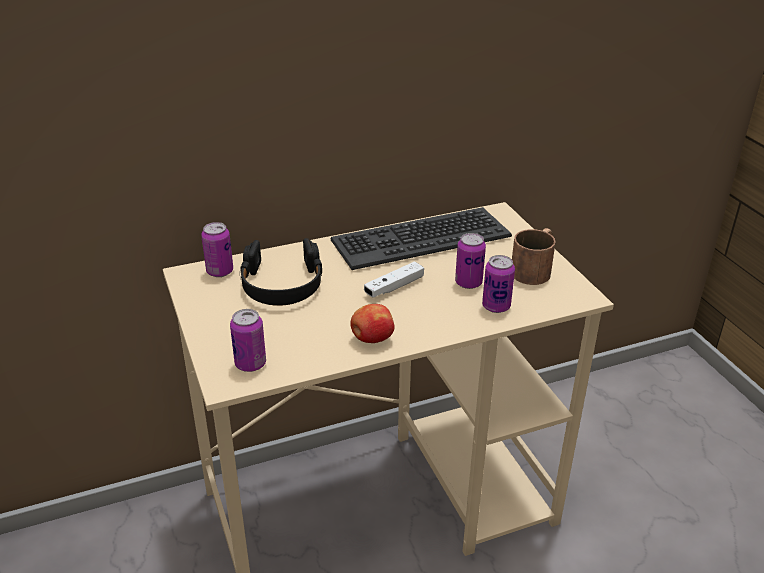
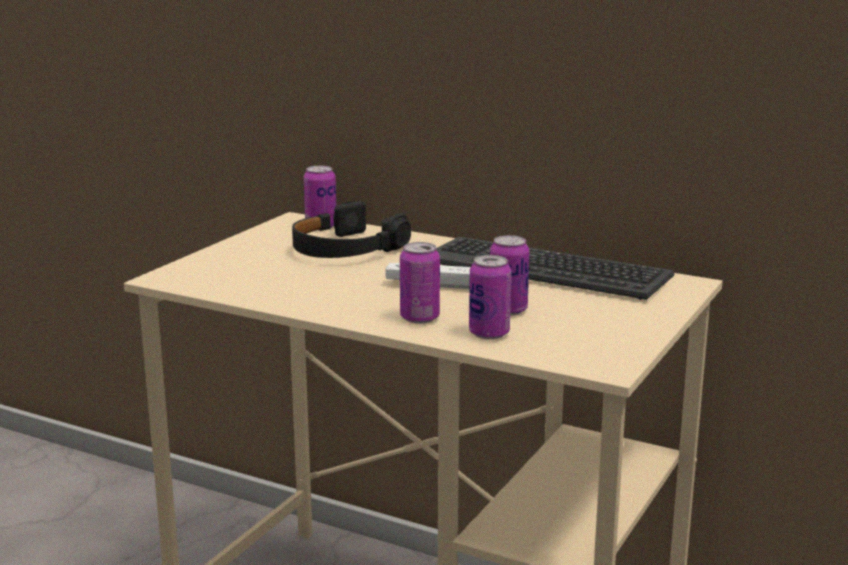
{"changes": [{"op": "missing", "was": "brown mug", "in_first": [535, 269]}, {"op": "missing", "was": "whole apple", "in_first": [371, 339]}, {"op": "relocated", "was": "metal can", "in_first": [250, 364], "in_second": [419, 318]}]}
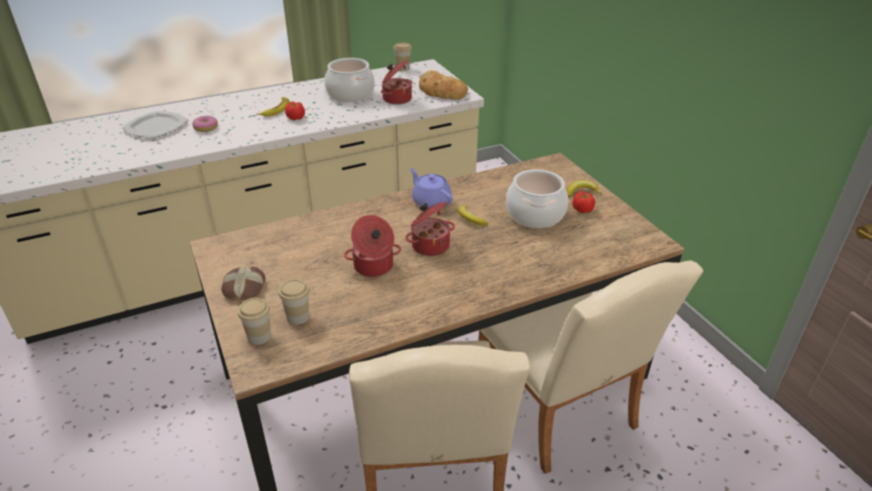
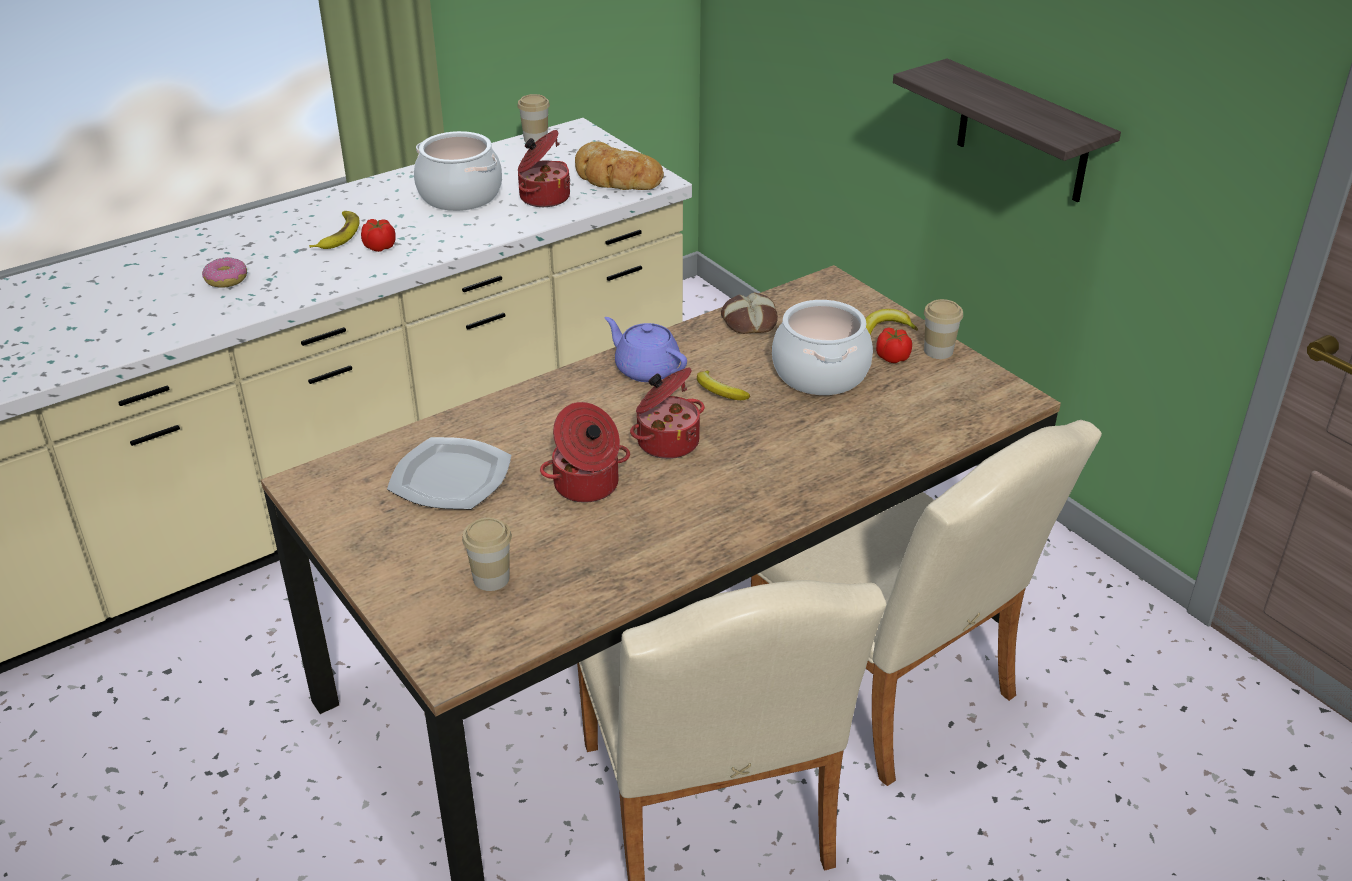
{"changes": [{"op": "relocated", "was": "dinner plate", "in_first": [155, 127], "in_second": [449, 478]}, {"op": "relocated", "was": "bread", "in_first": [243, 288], "in_second": [748, 321]}, {"op": "relocated", "was": "small cup", "in_first": [259, 336], "in_second": [938, 351]}, {"op": "appeared", "now": "bracket shelf", "in_second": [1023, 132]}]}
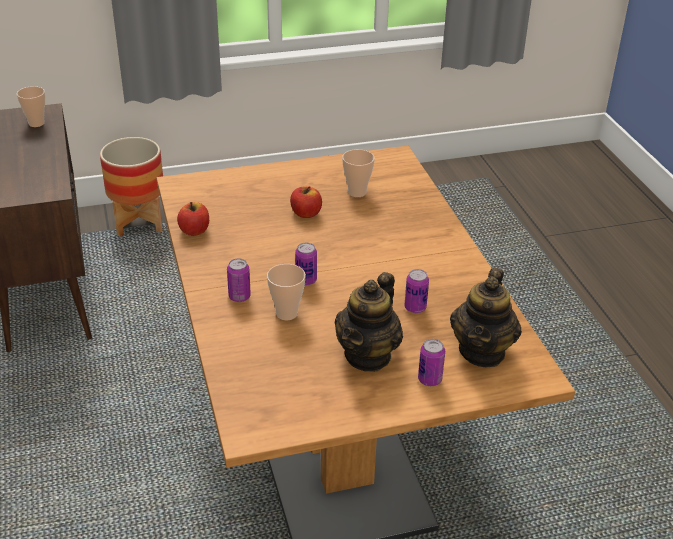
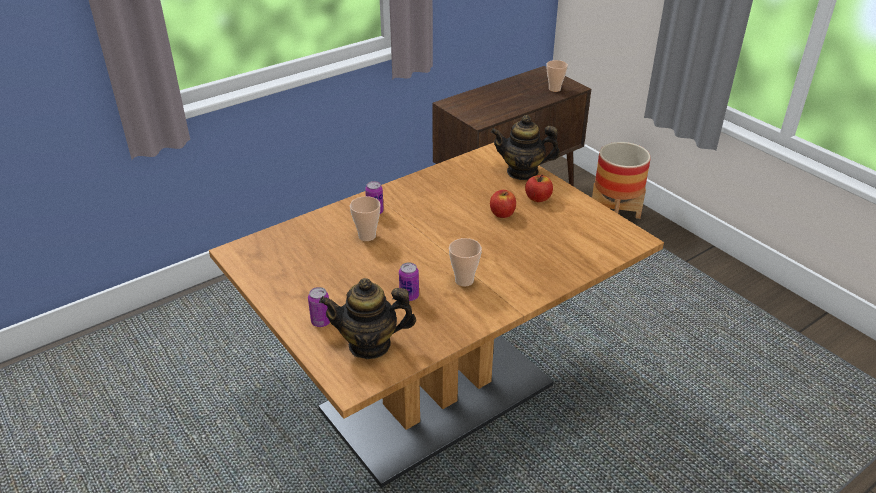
{"changes": [{"op": "relocated", "was": "small cup", "in_first": [357, 192], "in_second": [464, 280]}, {"op": "relocated", "was": "whole apple", "in_first": [194, 231], "in_second": [538, 198]}, {"op": "missing", "was": "metal can", "in_first": [306, 280]}, {"op": "relocated", "was": "tea pot", "in_first": [368, 355], "in_second": [522, 172]}]}
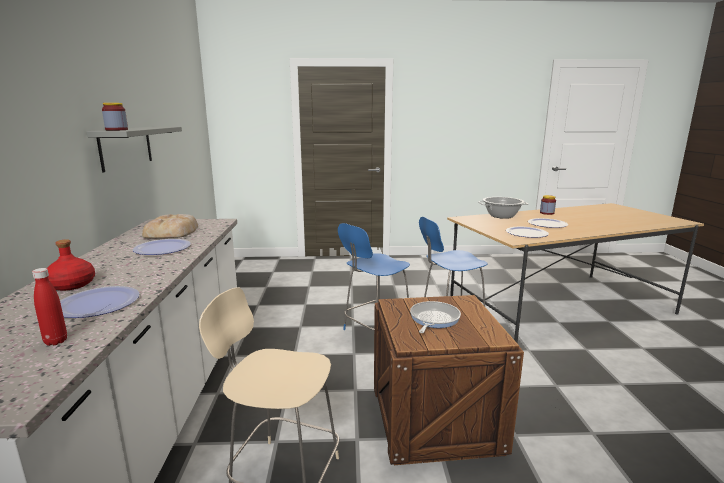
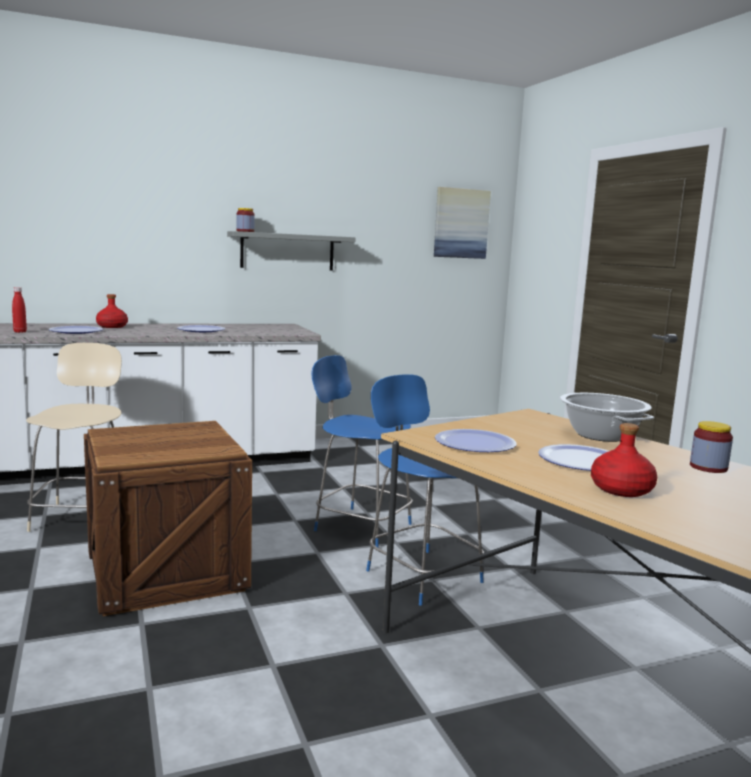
{"changes": [{"op": "missing", "was": "bread", "in_first": [172, 232]}, {"op": "missing", "was": "skillet", "in_first": [433, 319]}, {"op": "appeared", "now": "picture", "in_second": [461, 223]}, {"op": "appeared", "now": "red drink bottle", "in_second": [621, 490]}]}
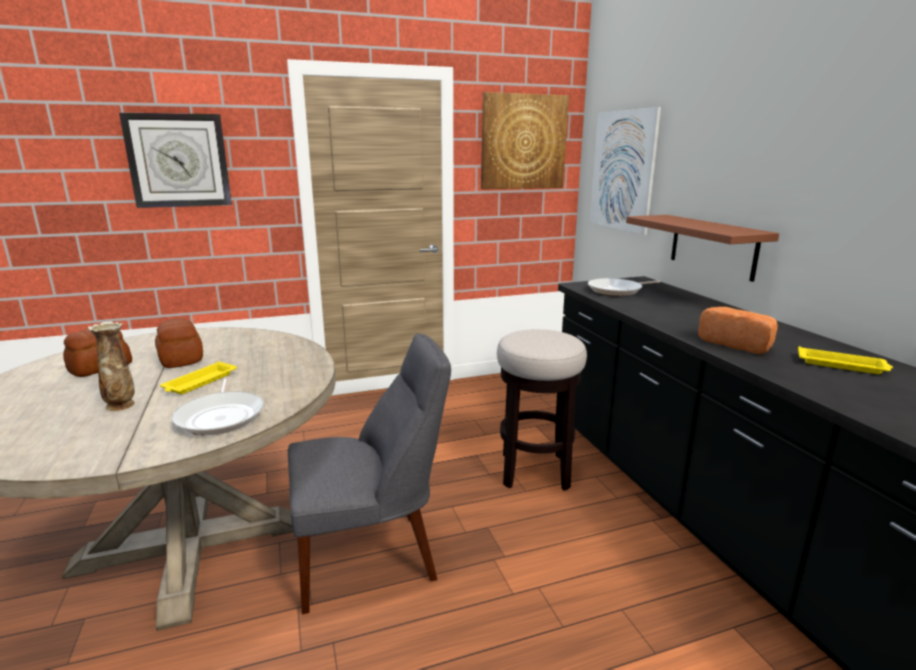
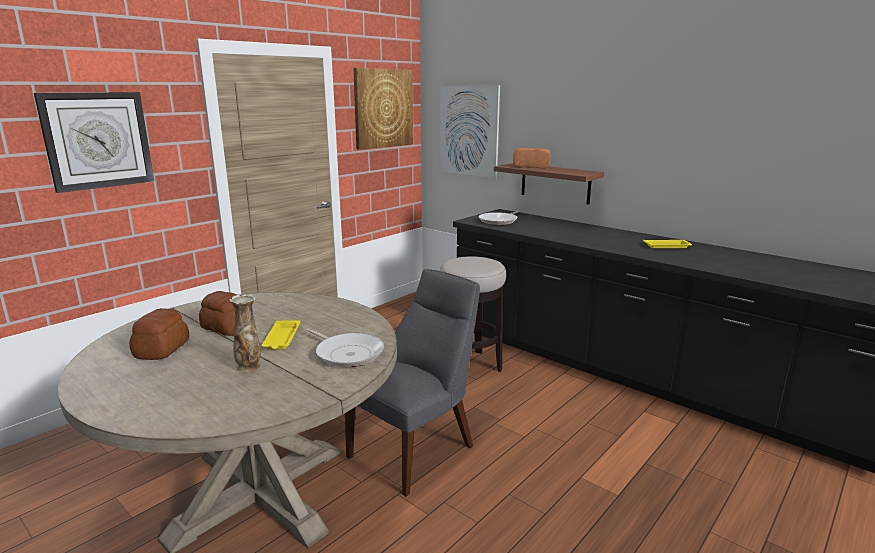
{"changes": [{"op": "relocated", "was": "bread", "in_first": [737, 344], "in_second": [532, 167]}]}
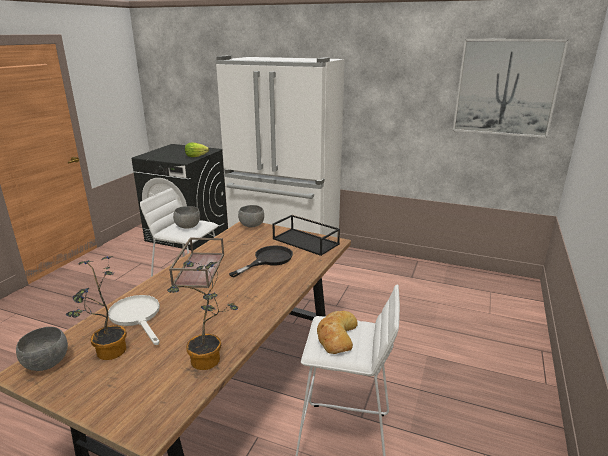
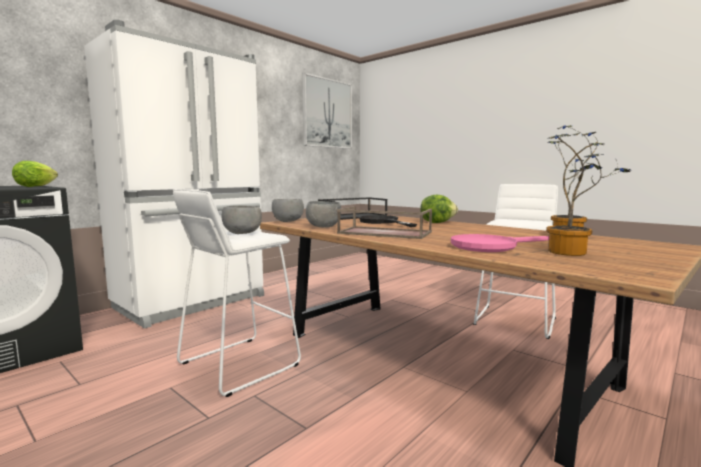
{"changes": [{"op": "colour", "was": "whitish skillet", "now": "pinkish skillet", "in_first": [137, 317], "in_second": [491, 246]}, {"op": "missing", "was": "bread", "in_first": [336, 336]}, {"op": "relocated", "was": "grey serving bowl", "in_first": [47, 364], "in_second": [324, 227]}, {"op": "appeared", "now": "head of lettuce", "in_second": [437, 222]}]}
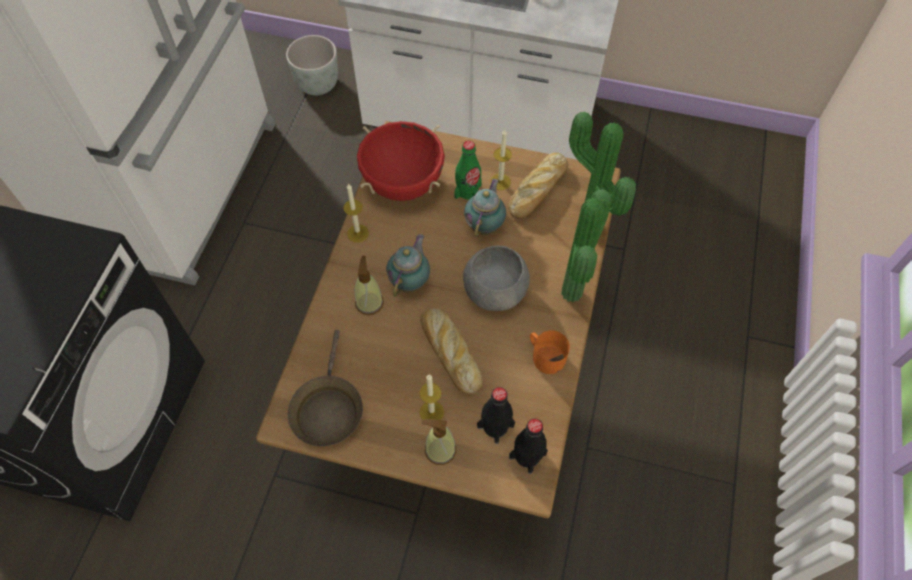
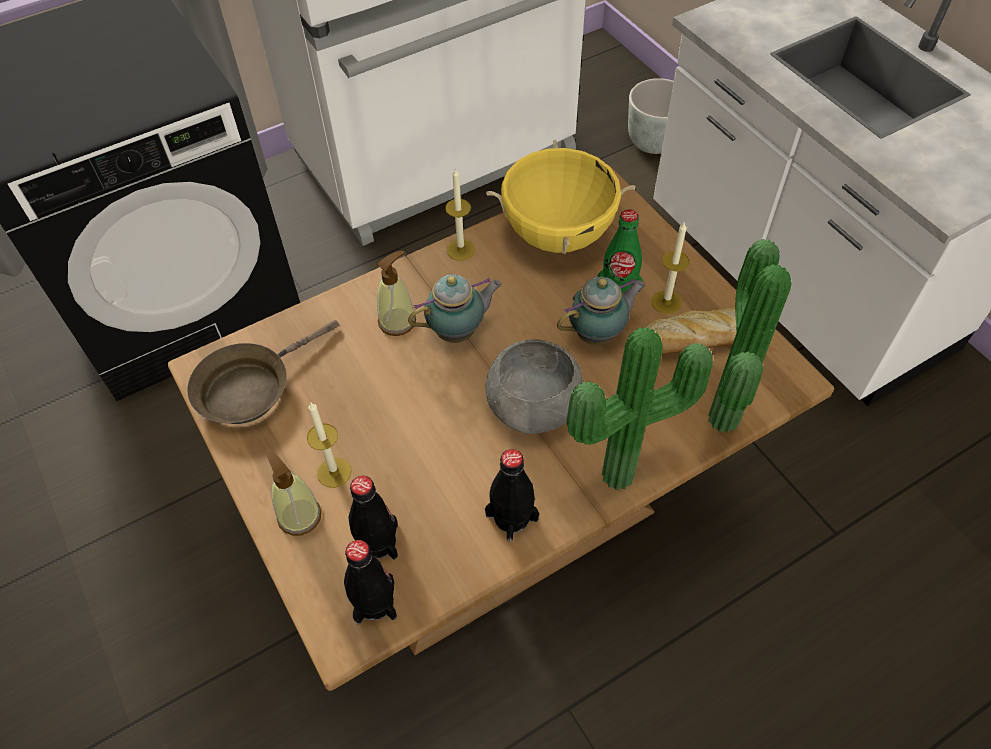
{"changes": [{"op": "colour", "was": "red stockpot", "now": "yellowish stockpot", "in_first": [403, 184], "in_second": [558, 234]}, {"op": "missing", "was": "bread", "in_first": [449, 351]}, {"op": "exchanged", "was": "orange-coloured mug", "now": "black drink bottle", "in_first": [545, 356], "in_second": [512, 517]}]}
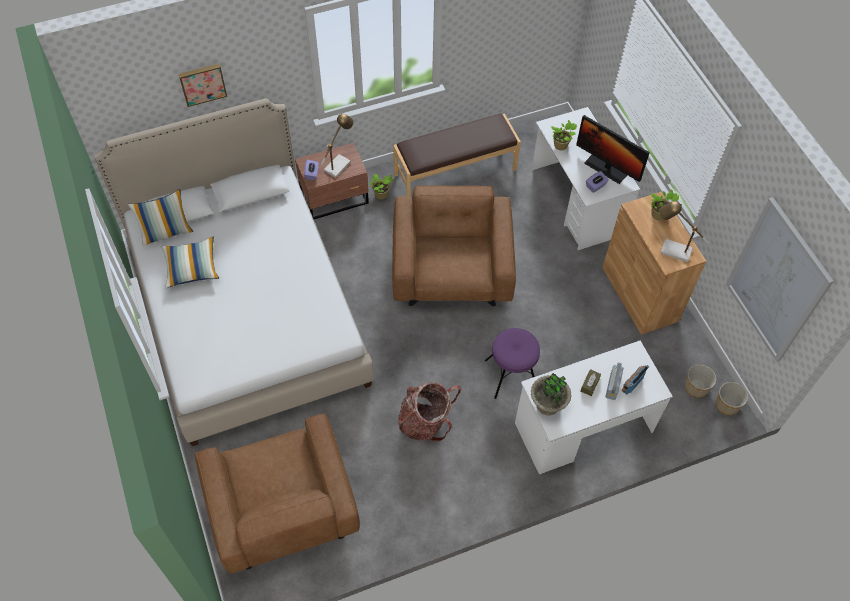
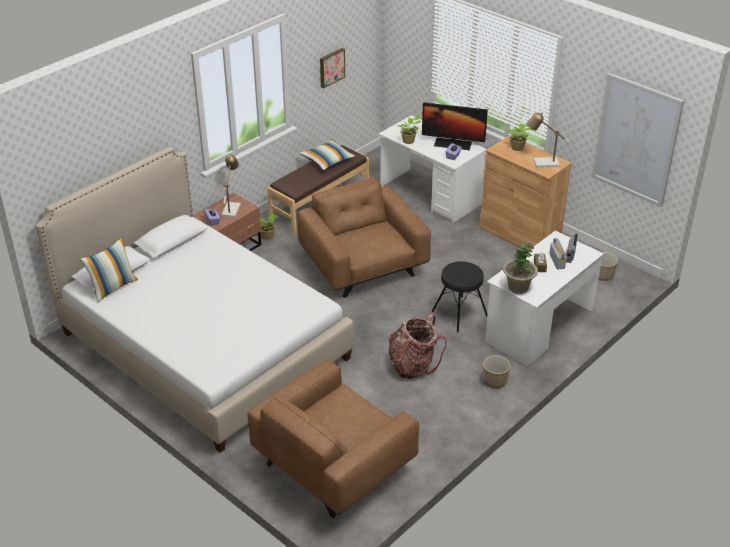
{"changes": [{"op": "relocated", "was": "picture", "in_first": [202, 83], "in_second": [331, 67]}, {"op": "relocated", "was": "cushion", "in_first": [191, 267], "in_second": [328, 161]}, {"op": "colour", "was": "purplish sitting stool", "now": "black sitting stool", "in_first": [511, 375], "in_second": [459, 314]}, {"op": "relocated", "was": "planter", "in_first": [726, 404], "in_second": [494, 380]}, {"op": "spun", "was": "brown armchair", "in_first": [283, 508], "in_second": [333, 464], "clockwise": 90}]}
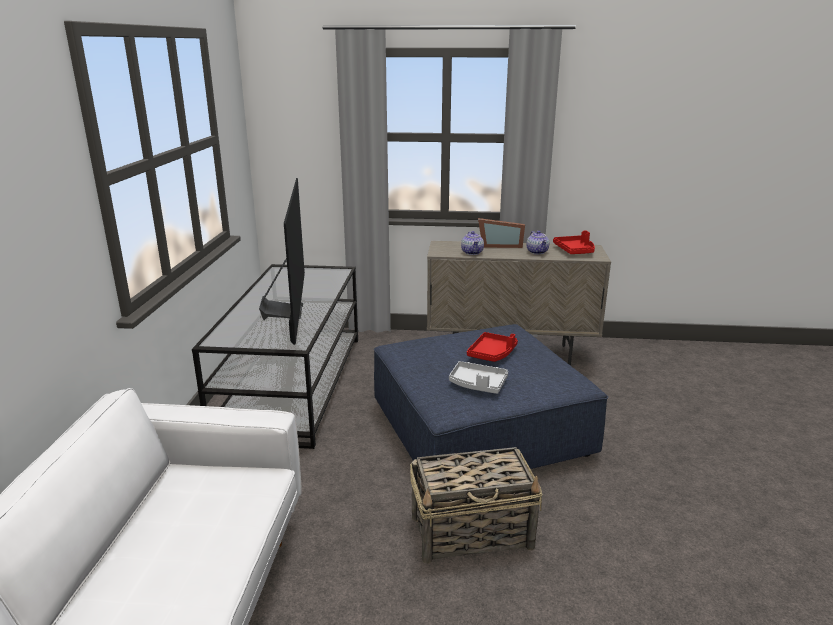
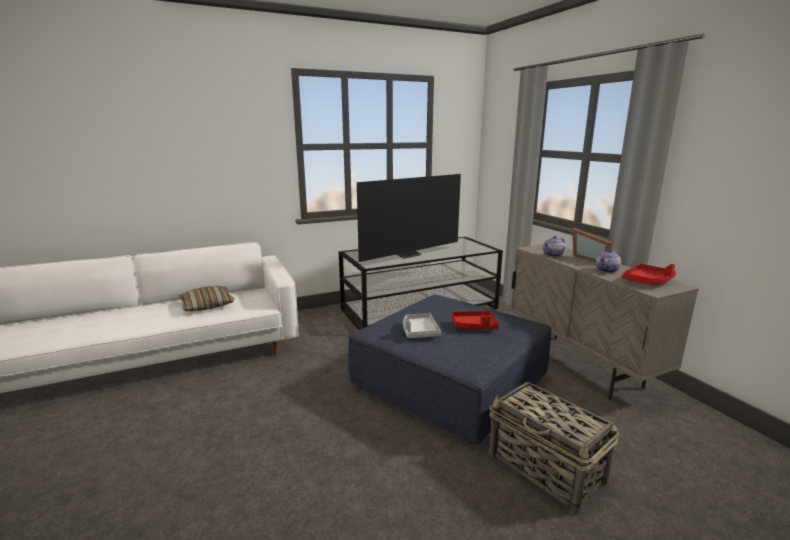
{"changes": [{"op": "relocated", "was": "storage basket", "in_first": [473, 532], "in_second": [546, 469]}, {"op": "appeared", "now": "cushion", "in_second": [207, 305]}]}
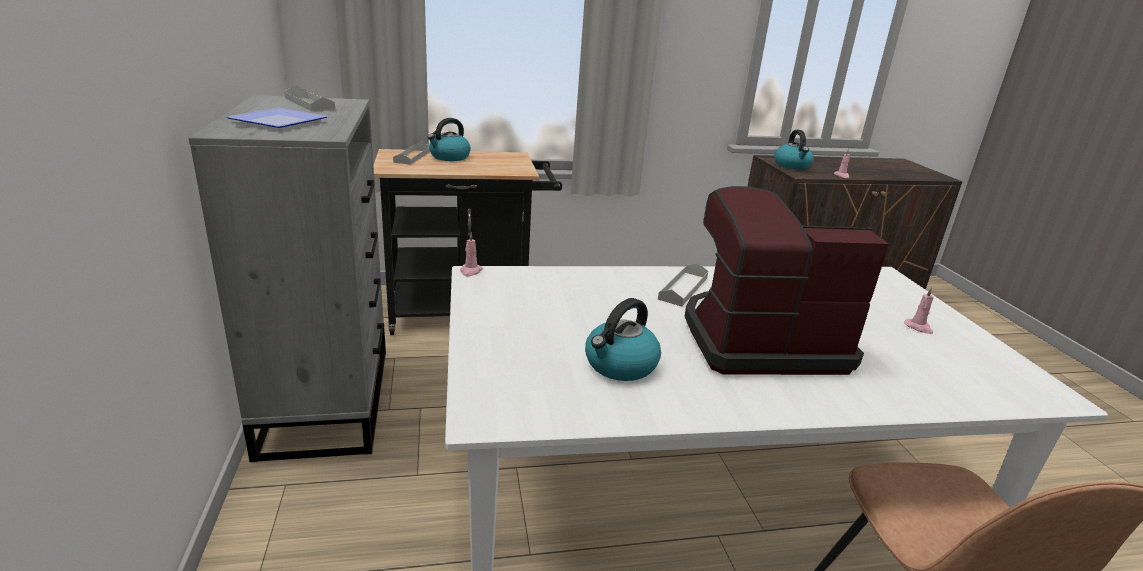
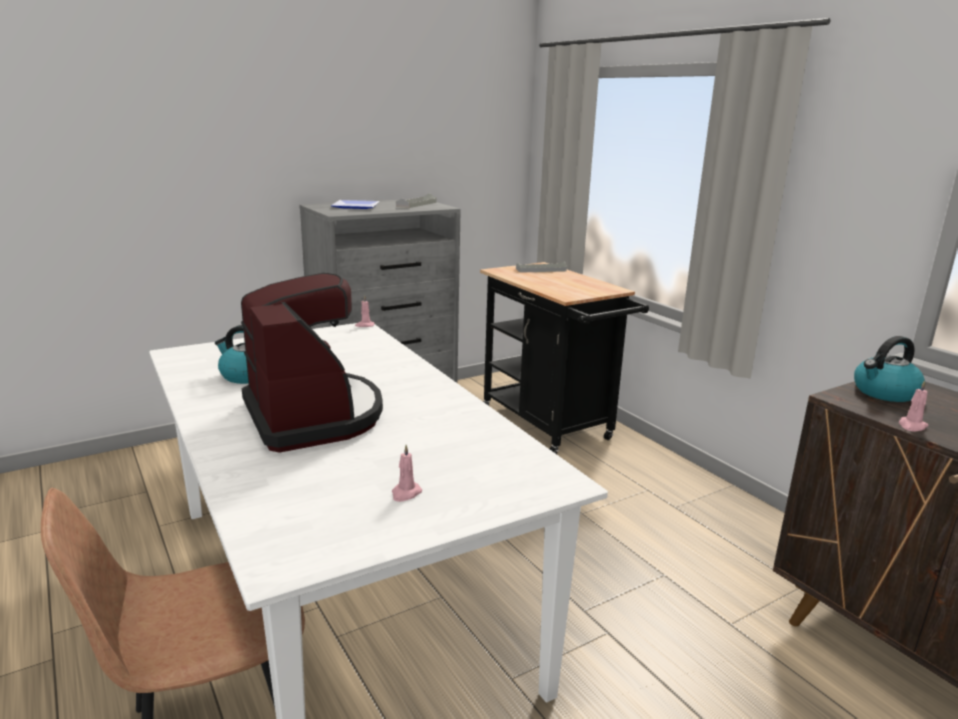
{"changes": [{"op": "missing", "was": "water kettle", "in_first": [449, 157]}, {"op": "missing", "was": "grey tray", "in_first": [683, 288]}]}
